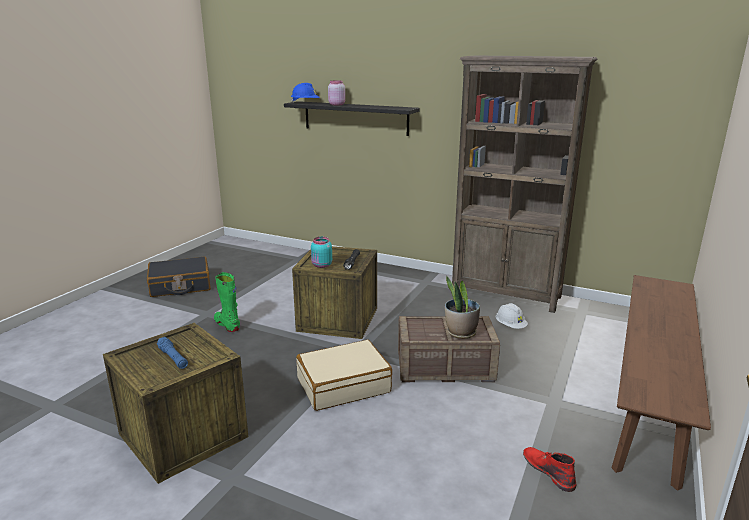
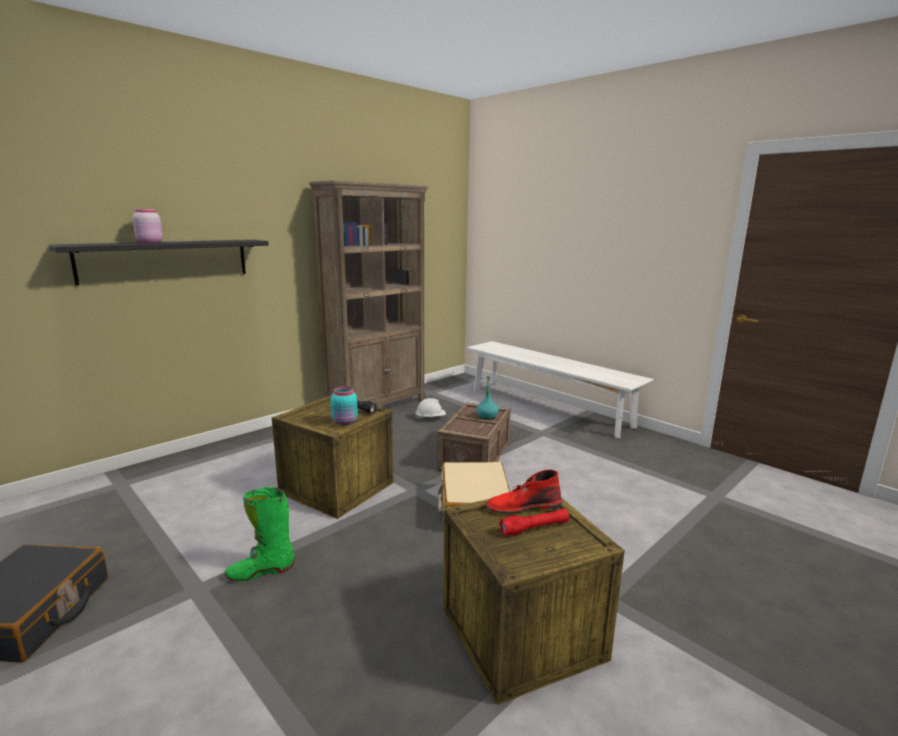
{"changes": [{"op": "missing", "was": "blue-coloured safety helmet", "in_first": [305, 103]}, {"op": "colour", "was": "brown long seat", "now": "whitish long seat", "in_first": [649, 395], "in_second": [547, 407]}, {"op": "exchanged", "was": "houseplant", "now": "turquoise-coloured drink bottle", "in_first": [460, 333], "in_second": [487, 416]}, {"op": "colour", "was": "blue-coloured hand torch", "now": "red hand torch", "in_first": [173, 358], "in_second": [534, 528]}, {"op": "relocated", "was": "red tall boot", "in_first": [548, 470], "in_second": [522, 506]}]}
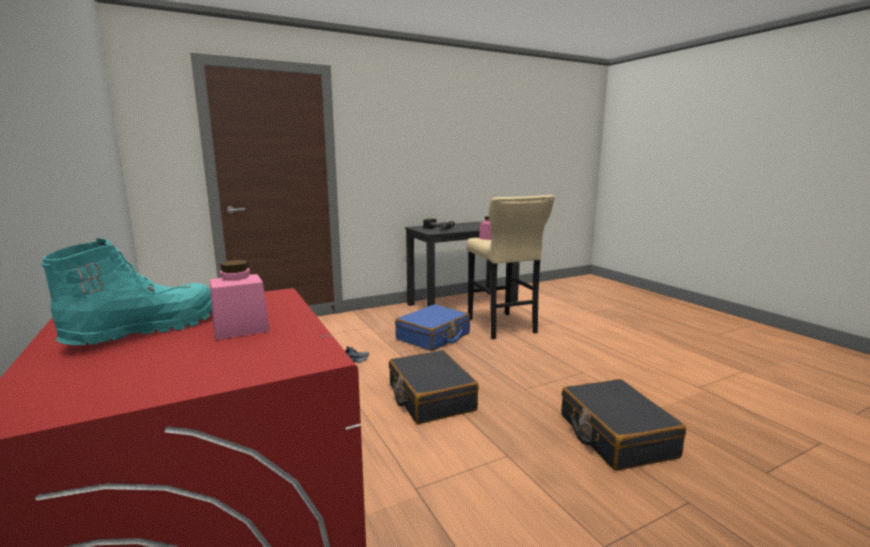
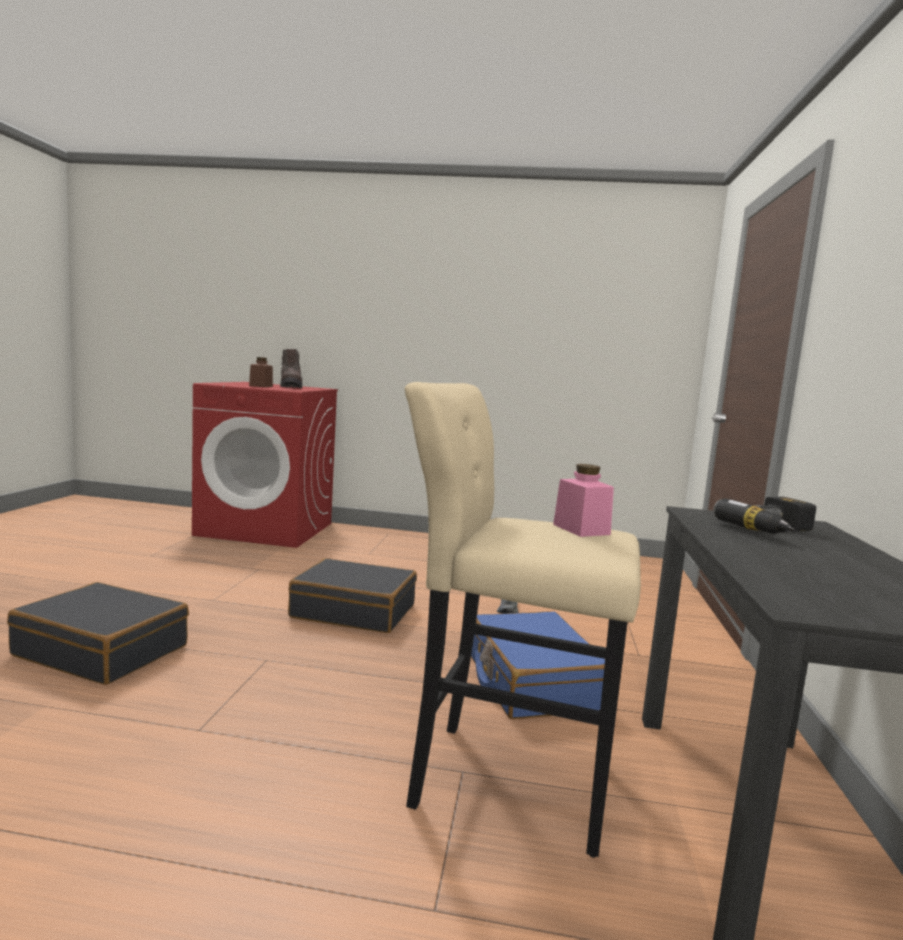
{"changes": [{"op": "colour", "was": "turquoise-coloured tall boot", "now": "brown tall boot", "in_first": [145, 330], "in_second": [290, 387]}, {"op": "colour", "was": "pinkish jar", "now": "brown jar", "in_first": [241, 329], "in_second": [261, 386]}]}
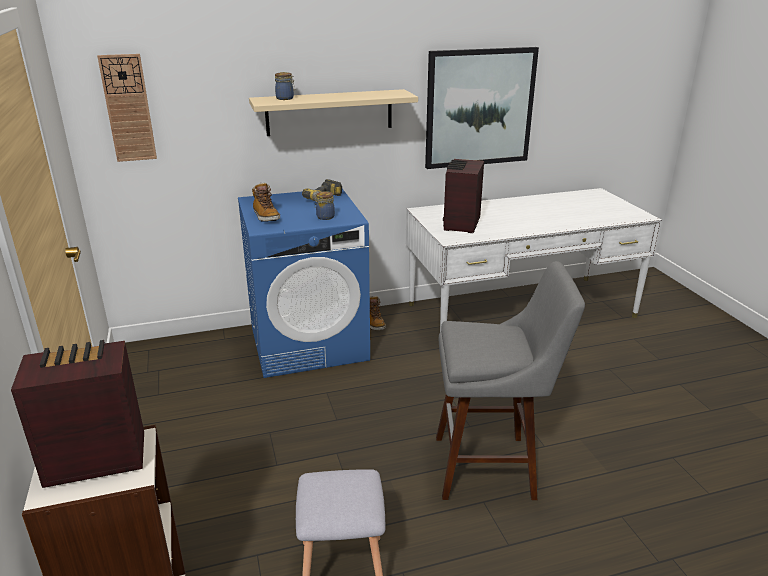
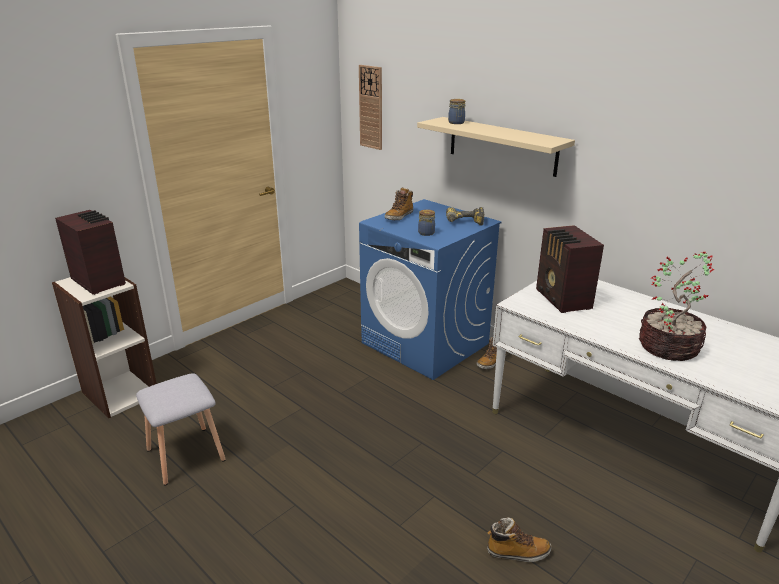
{"changes": [{"op": "missing", "was": "picture", "in_first": [479, 108]}, {"op": "spun", "was": "radio", "in_first": [461, 224], "in_second": [562, 300], "clockwise": -90}, {"op": "missing", "was": "grey sitting stool", "in_first": [492, 466]}, {"op": "appeared", "now": "houseplant", "in_second": [669, 347]}, {"op": "appeared", "now": "tall boot", "in_second": [517, 552]}]}
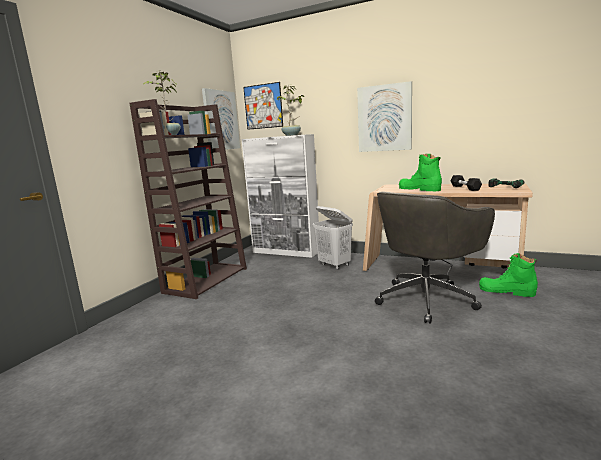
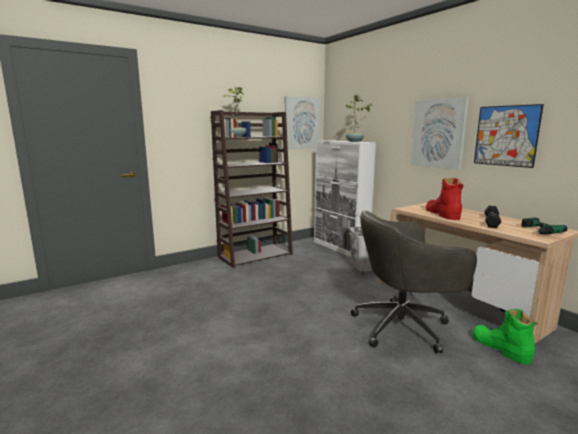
{"changes": [{"op": "relocated", "was": "picture", "in_first": [263, 106], "in_second": [506, 136]}, {"op": "colour", "was": "green tall boot", "now": "red tall boot", "in_first": [419, 189], "in_second": [442, 214]}]}
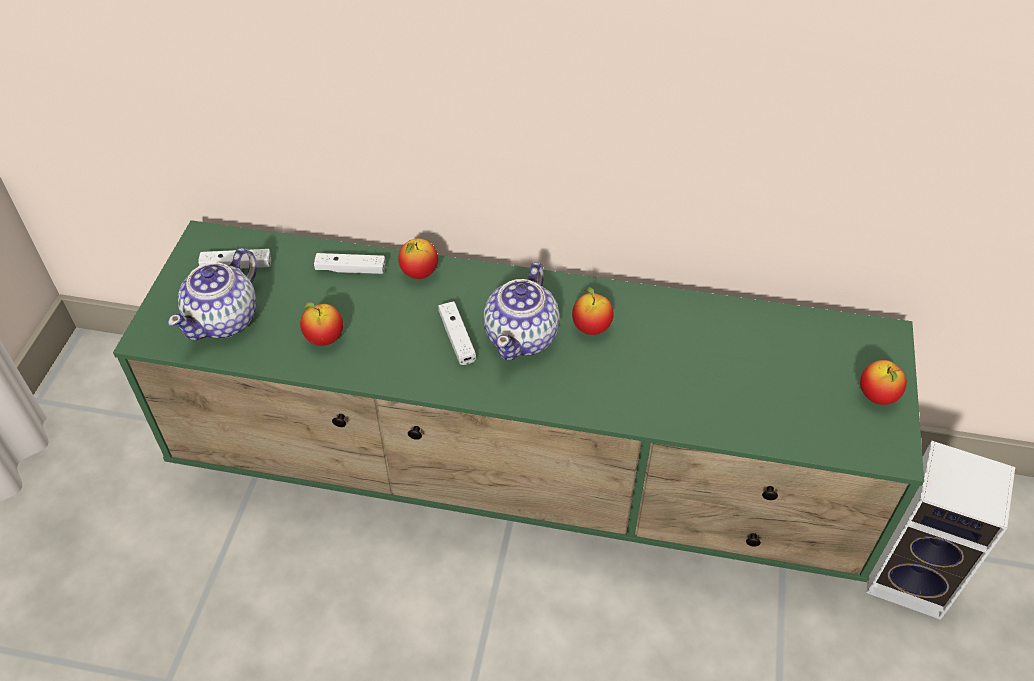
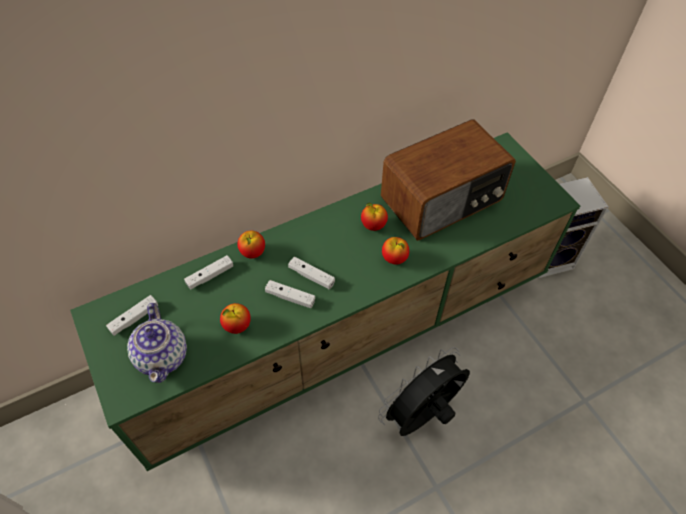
{"changes": [{"op": "missing", "was": "tea pot", "in_first": [522, 336]}, {"op": "relocated", "was": "whole apple", "in_first": [877, 396], "in_second": [394, 259]}, {"op": "appeared", "now": "radio", "in_second": [443, 200]}, {"op": "appeared", "now": "whitish gamepad", "in_second": [290, 297]}, {"op": "appeared", "now": "black fan", "in_second": [422, 415]}]}
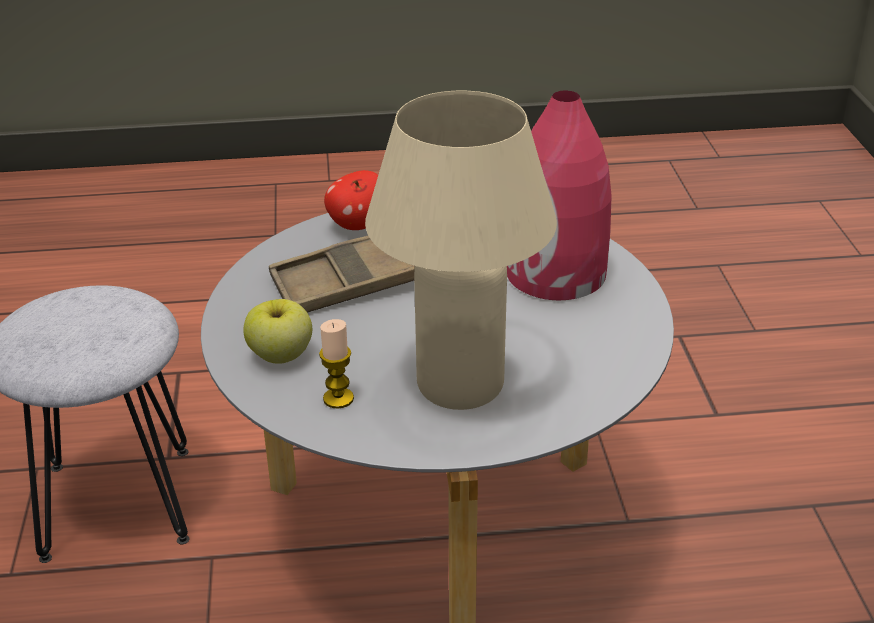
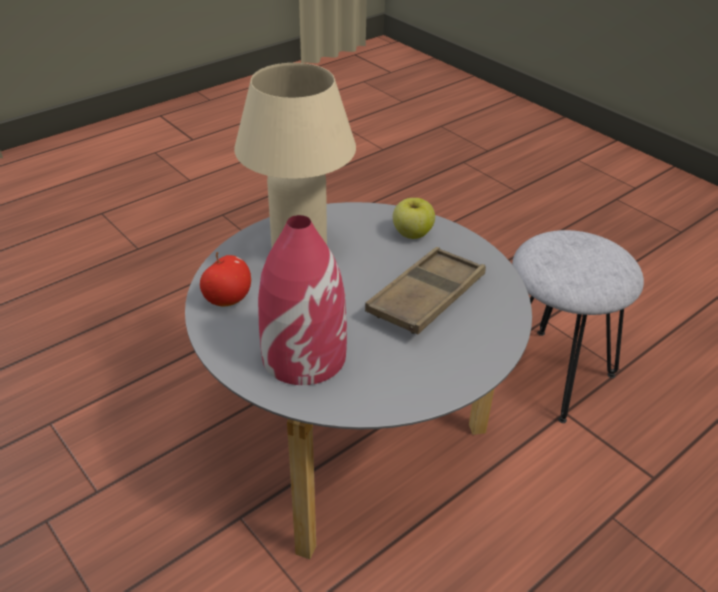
{"changes": [{"op": "relocated", "was": "whole apple", "in_first": [358, 225], "in_second": [228, 299]}, {"op": "missing", "was": "wax light", "in_first": [338, 398]}]}
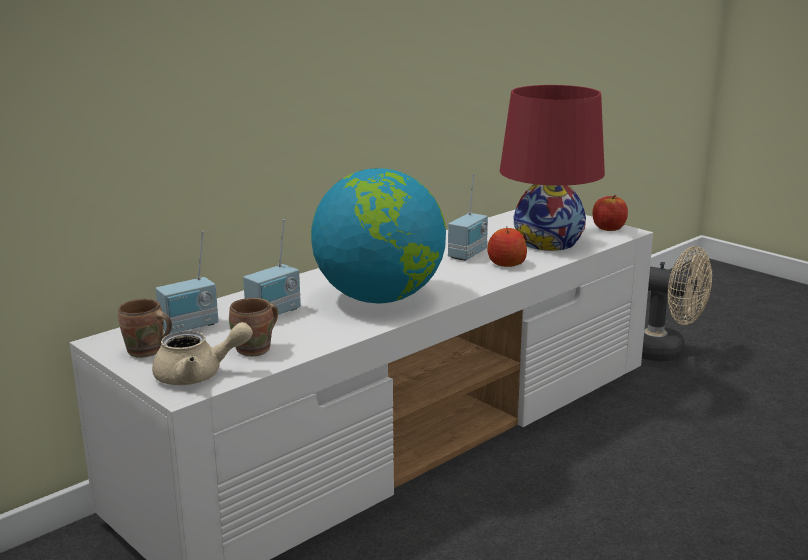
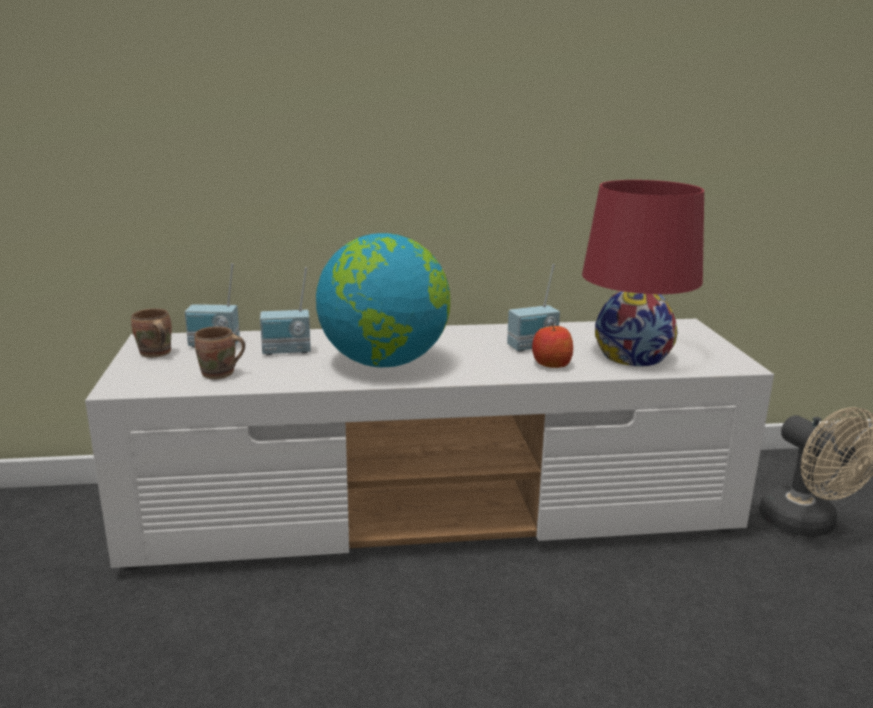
{"changes": [{"op": "missing", "was": "whole apple", "in_first": [608, 228]}, {"op": "missing", "was": "beige-coloured tea pot", "in_first": [198, 375]}]}
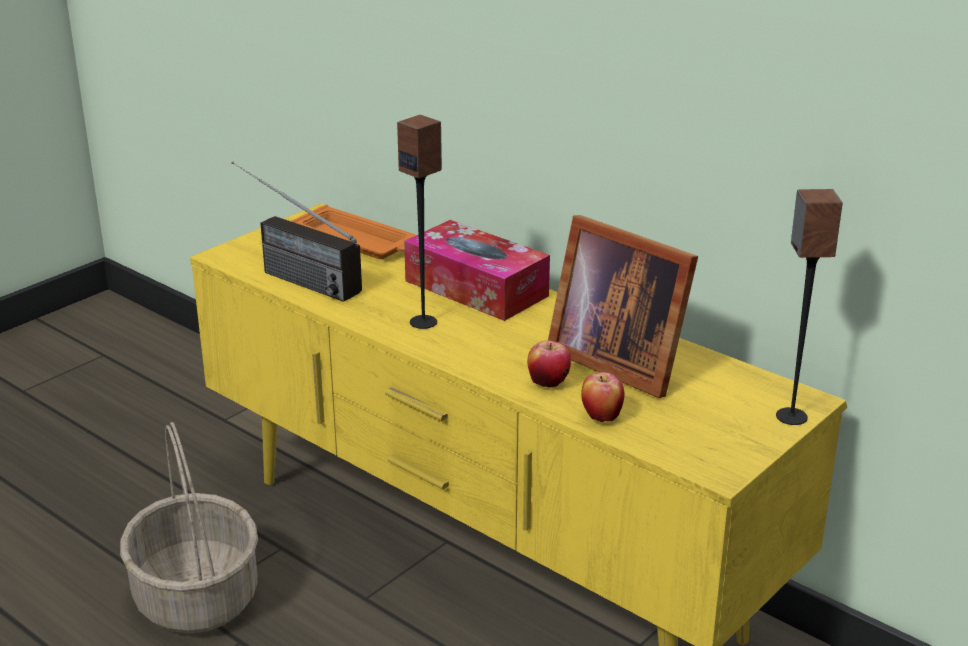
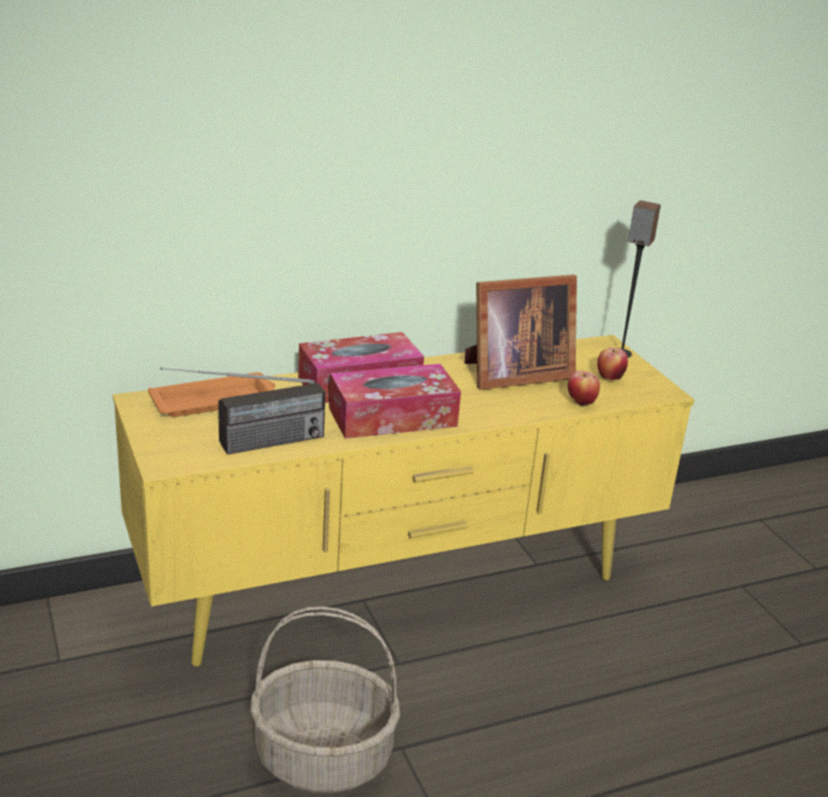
{"changes": [{"op": "exchanged", "was": "speaker", "now": "box of tissues", "in_first": [424, 322], "in_second": [392, 417]}, {"op": "relocated", "was": "whole apple", "in_first": [548, 383], "in_second": [610, 378]}]}
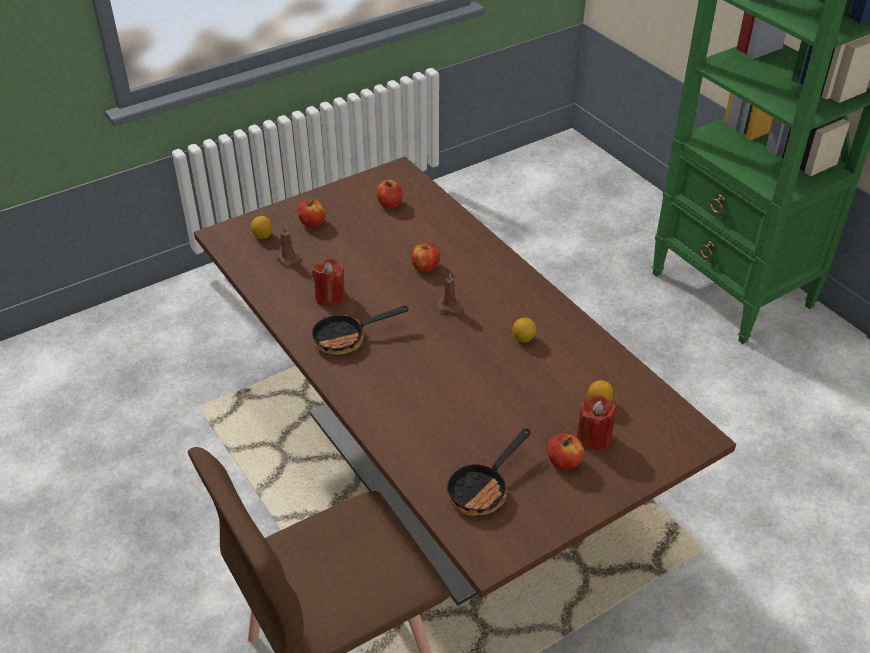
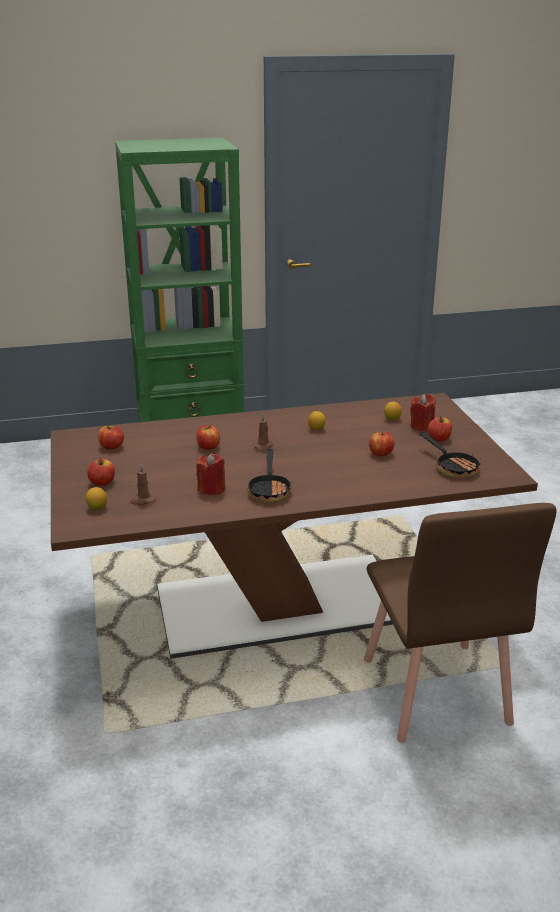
{"changes": [{"op": "appeared", "now": "whole apple", "in_second": [381, 453]}]}
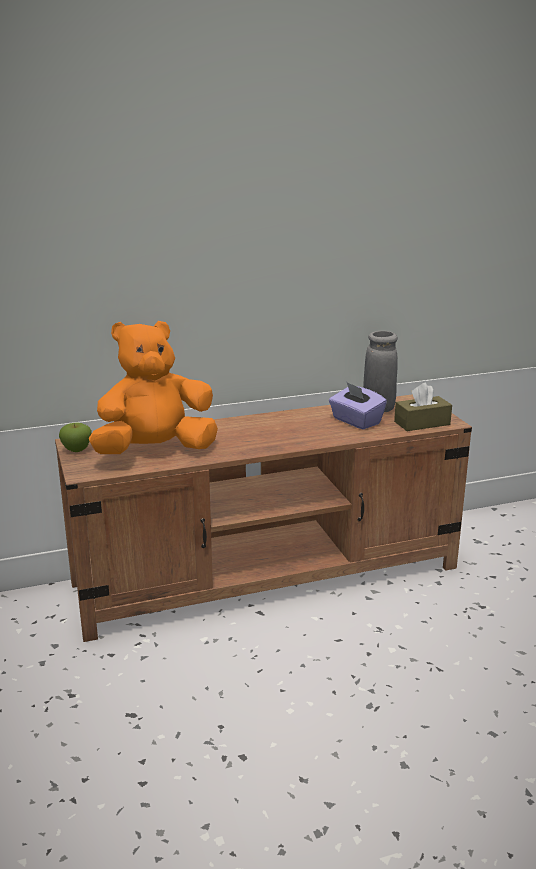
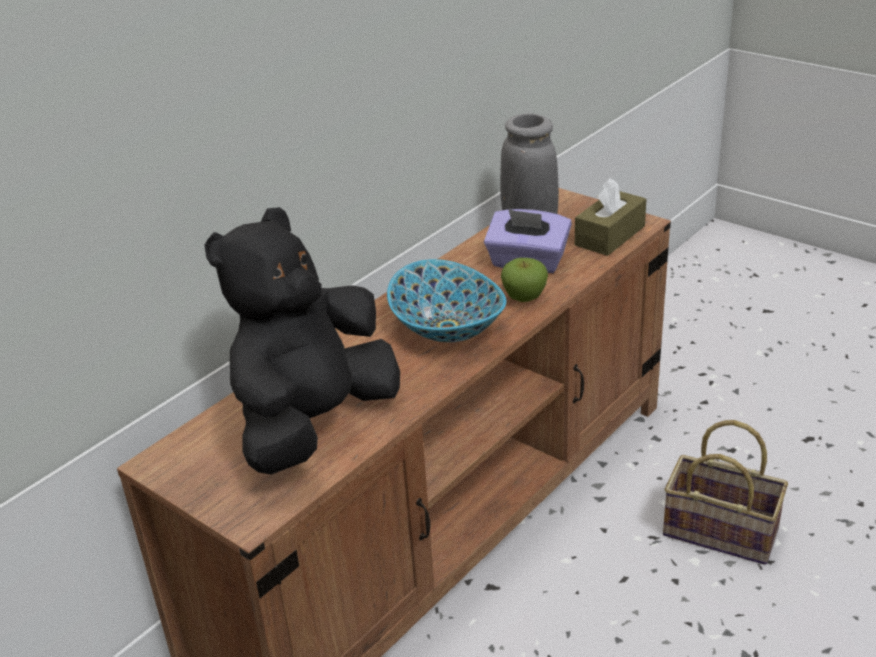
{"changes": [{"op": "colour", "was": "orange-coloured cuddly toy", "now": "black cuddly toy", "in_first": [155, 451], "in_second": [314, 424]}, {"op": "relocated", "was": "whole apple", "in_first": [77, 450], "in_second": [524, 298]}, {"op": "appeared", "now": "serving bowl", "in_second": [446, 328]}, {"op": "appeared", "now": "storage basket", "in_second": [723, 531]}]}
